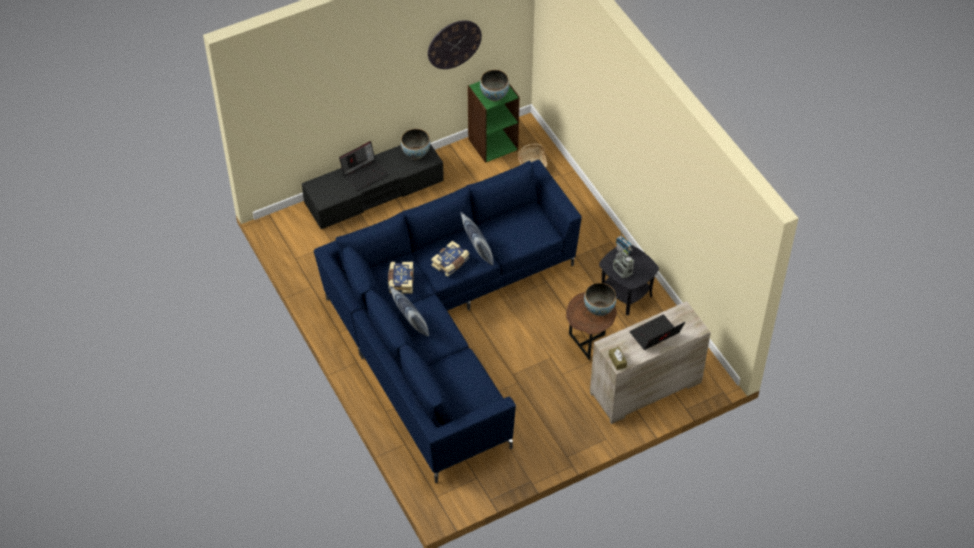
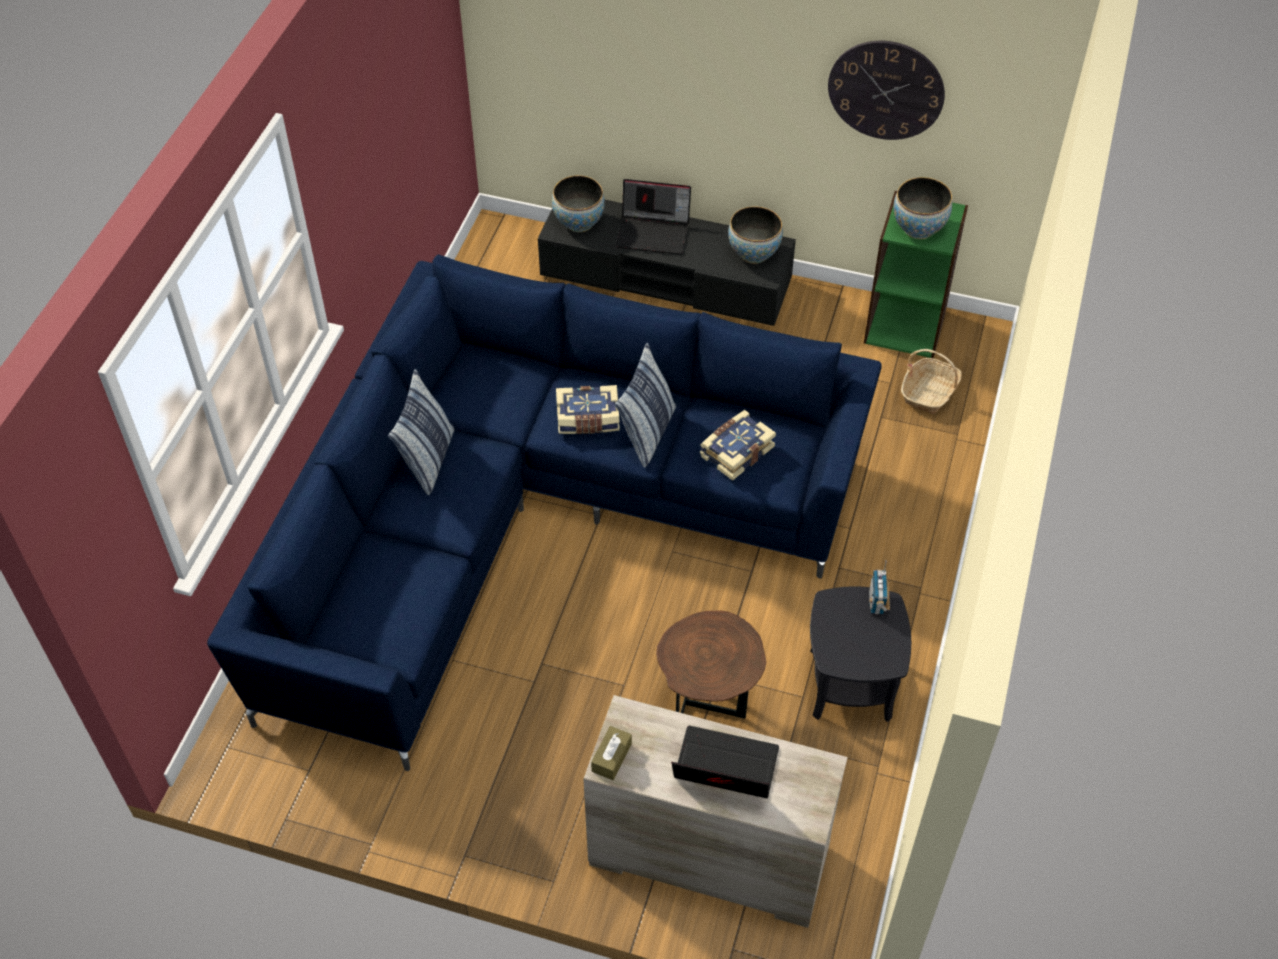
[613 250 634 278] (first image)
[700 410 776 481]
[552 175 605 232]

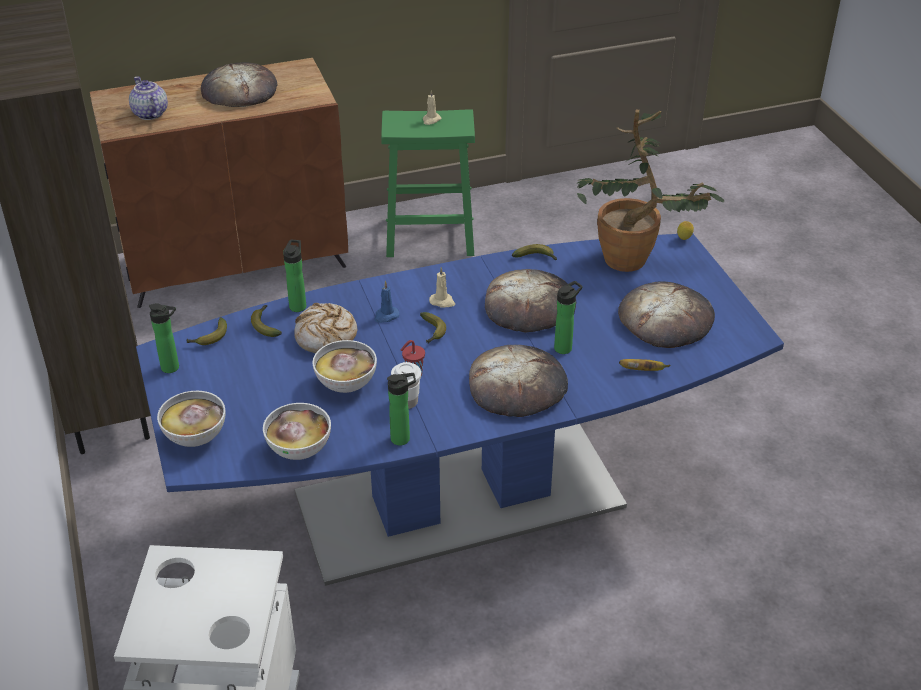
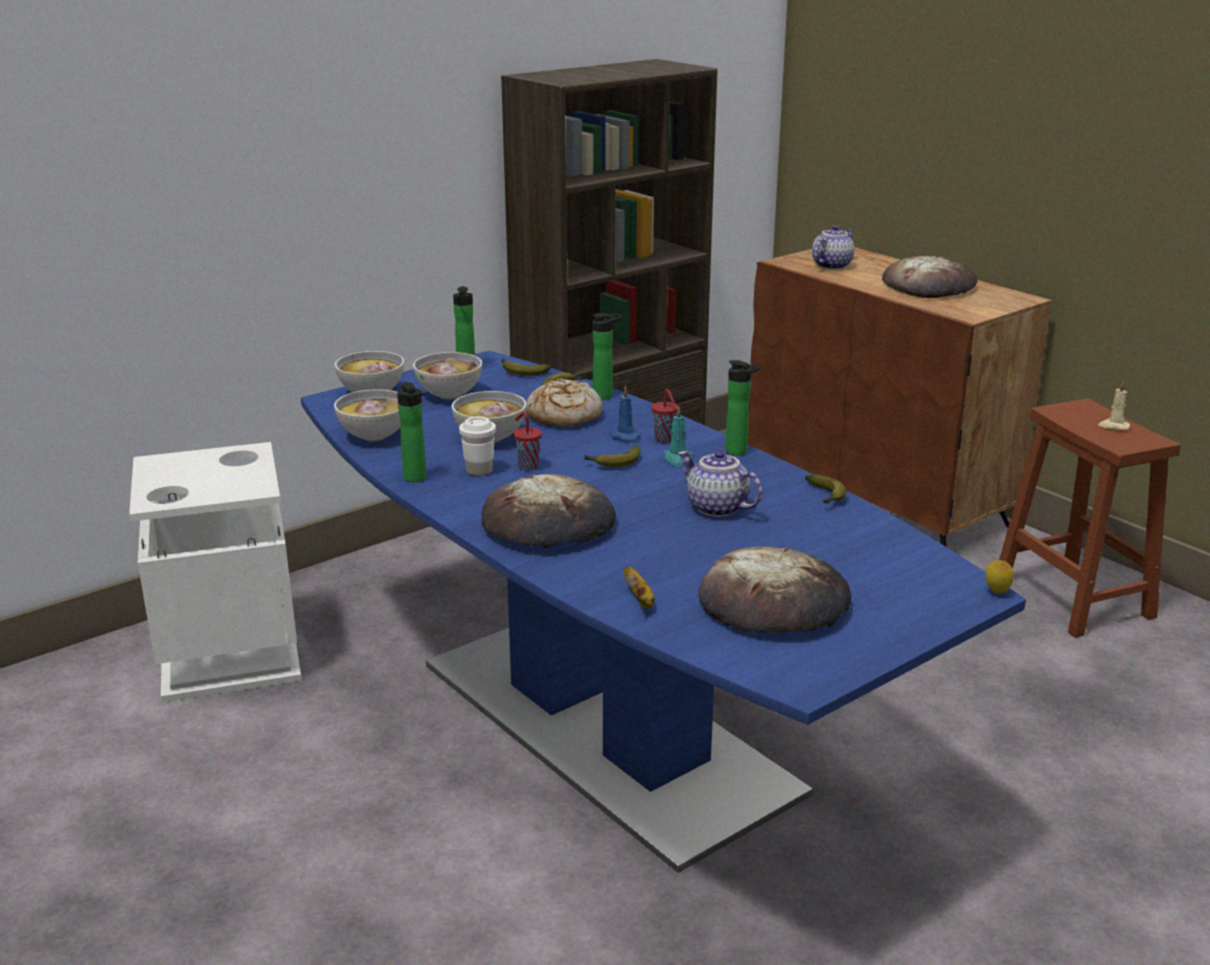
[999 399 1181 638]
[577 109 724 272] (first image)
[663 407 692 466]
[678 450 763 517]
[725 360 761 456]
[413 352 482 400]
[651 389 678 443]

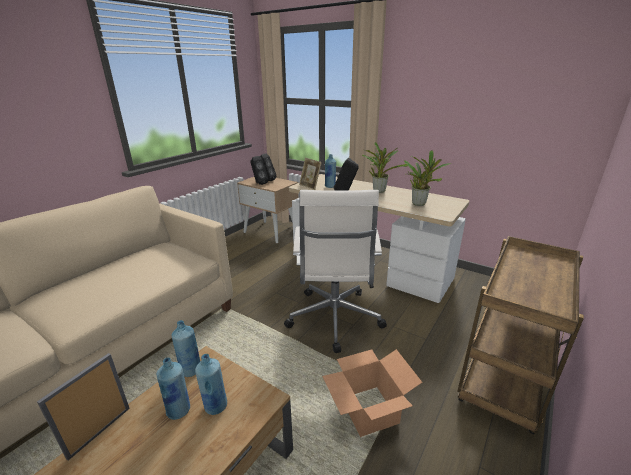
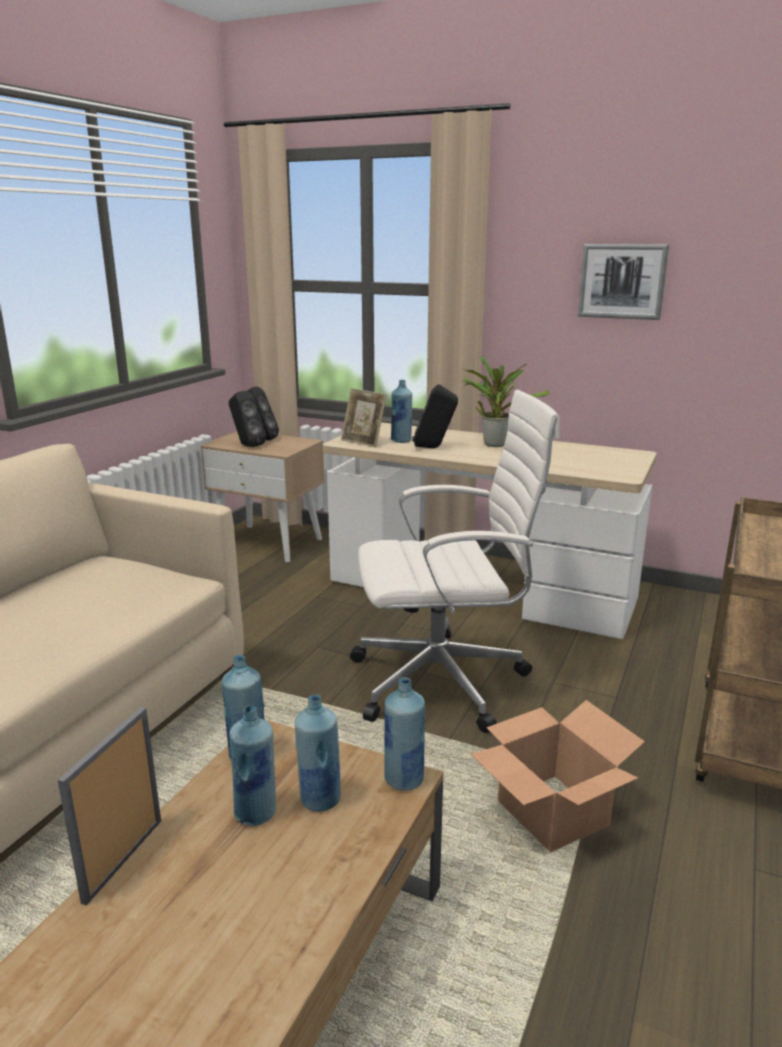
[404 150 451 206] (first image)
[350 390 560 733]
[578 244 669 320]
[384 678 425 791]

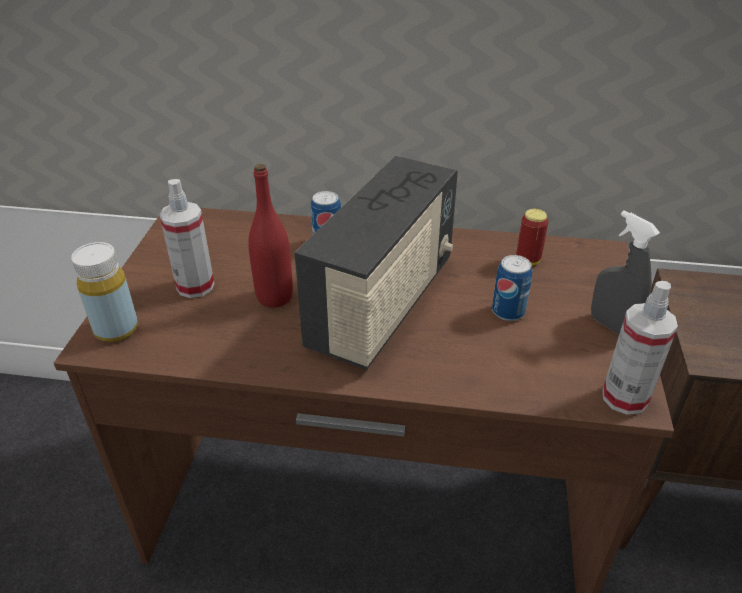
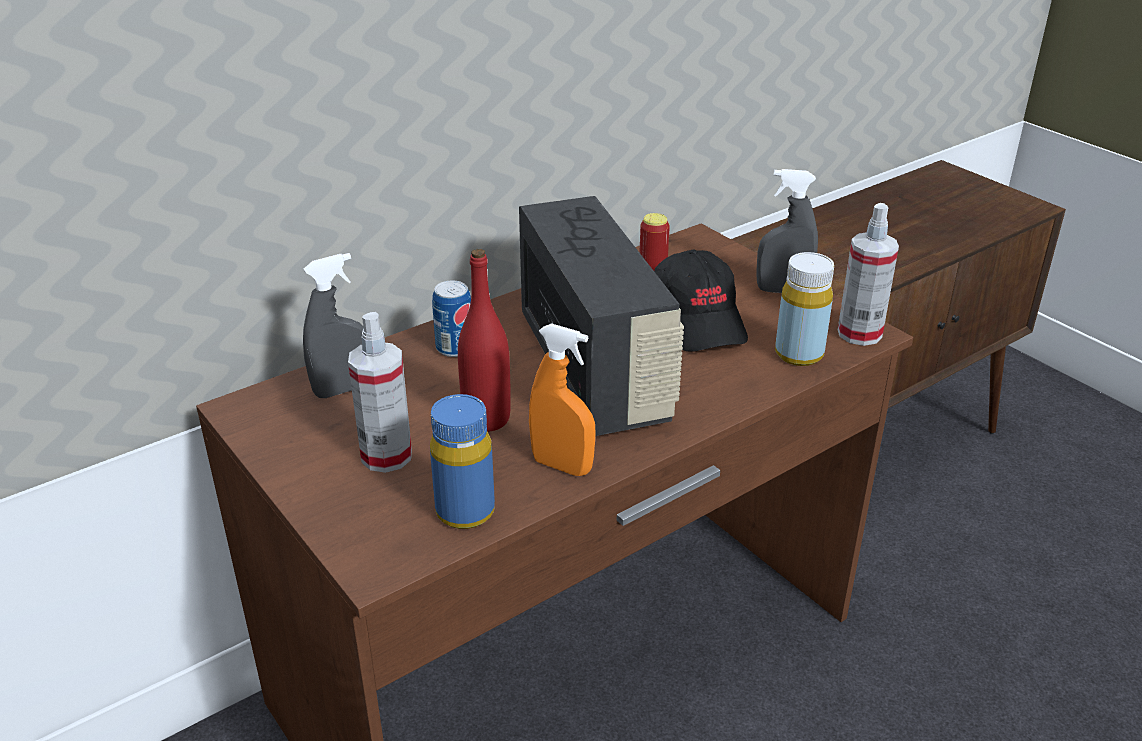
[775 252 834 366]
[654 250 748 352]
[303 253 363 398]
[529 323 595 476]
[430 394 495 529]

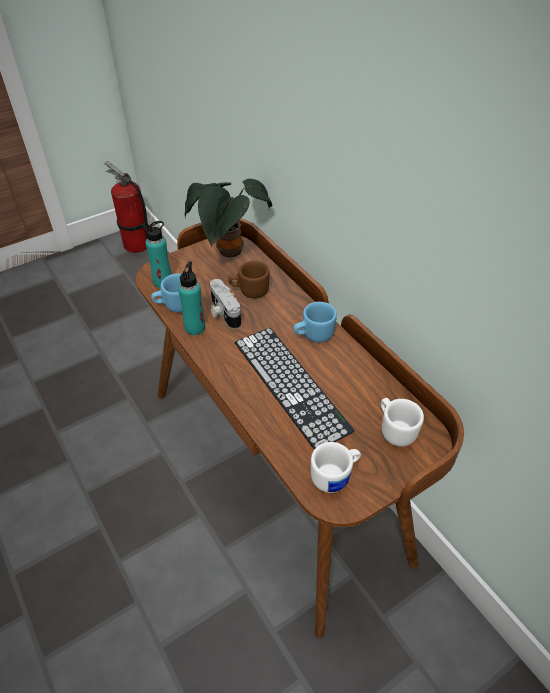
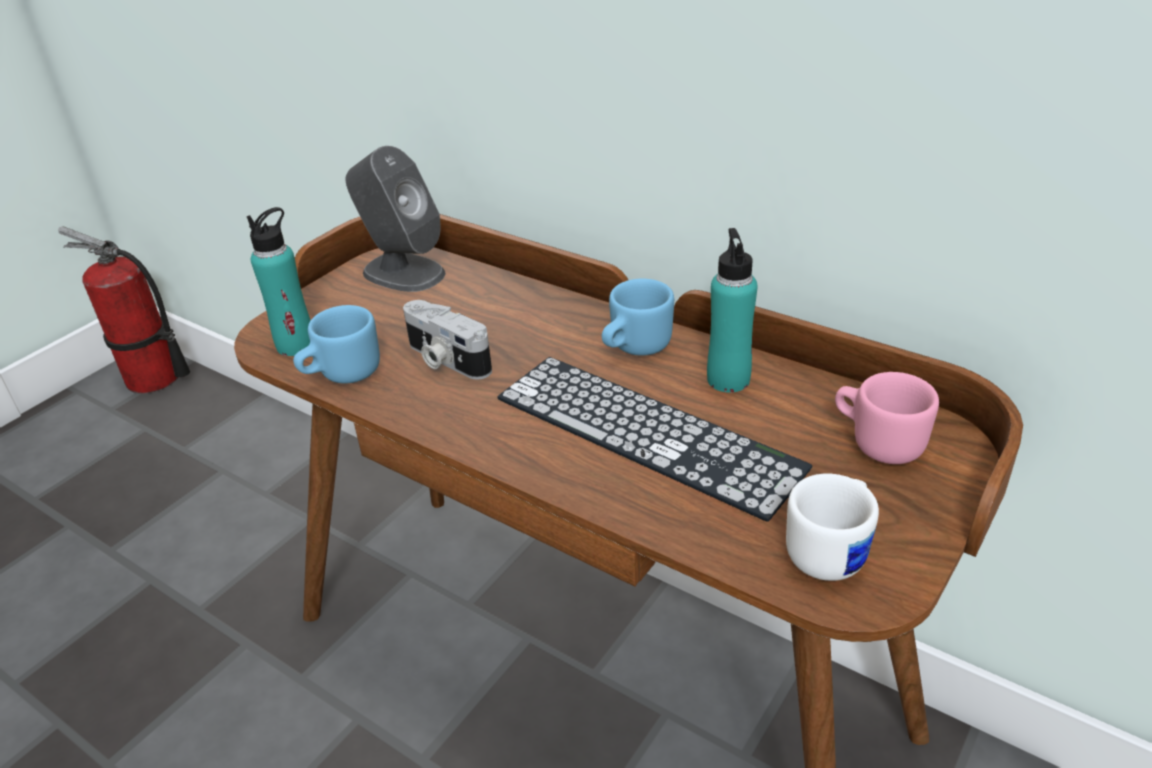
[346 146 446 292]
[228 260 270 298] (first image)
[707 228 758 392]
[835 372 939 464]

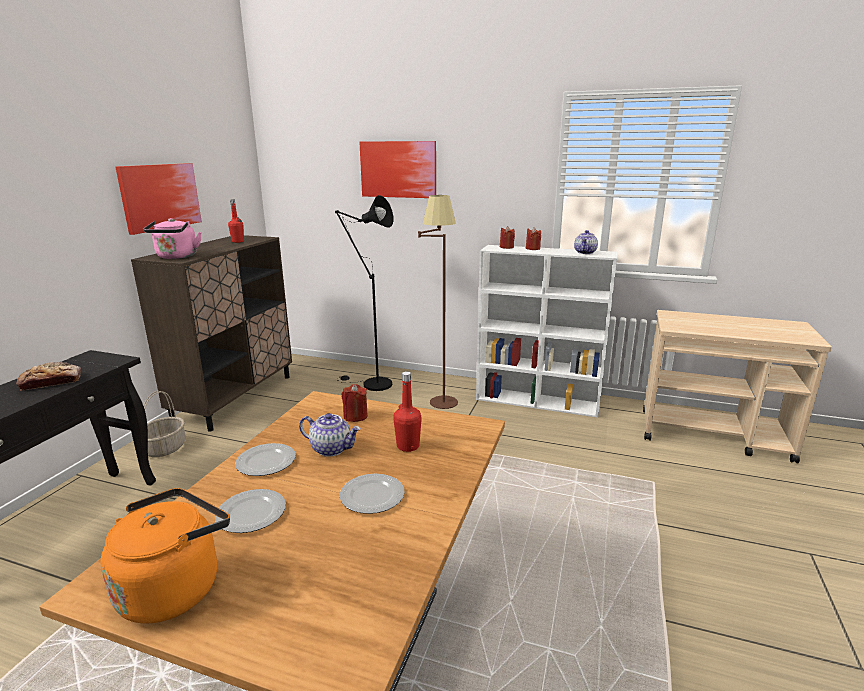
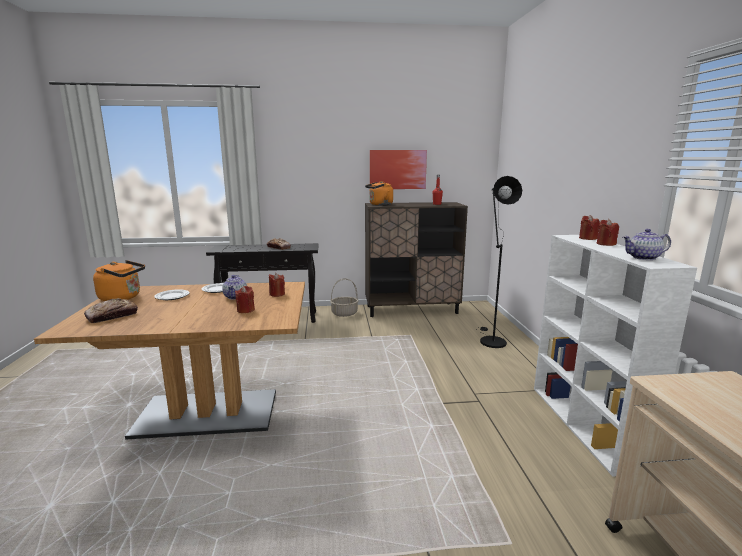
[359 141 436 198] (first image)
[418 195 458 409] (first image)
[365 181 393 206]
[235 286 255 313]
[340 474 405 514] (first image)
[84 298 138 323]

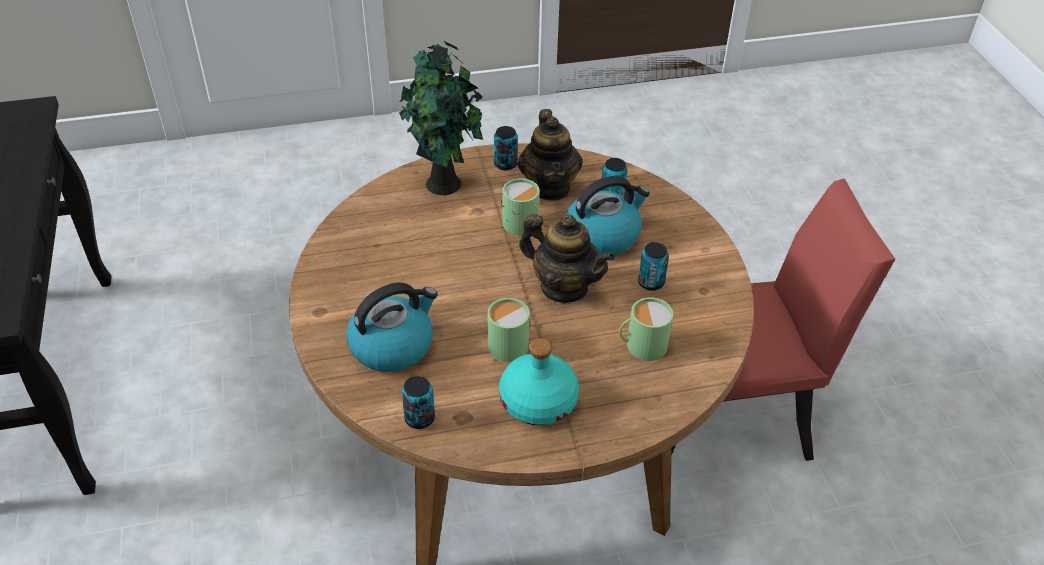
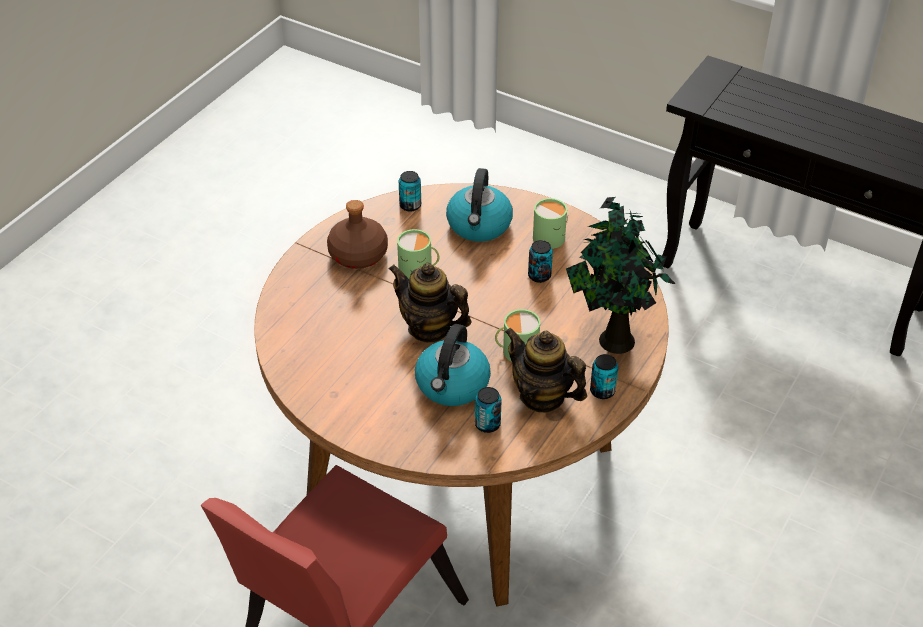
[389 263 472 343]
[528 240 553 283]
[533 198 568 249]
[327 200 388 269]

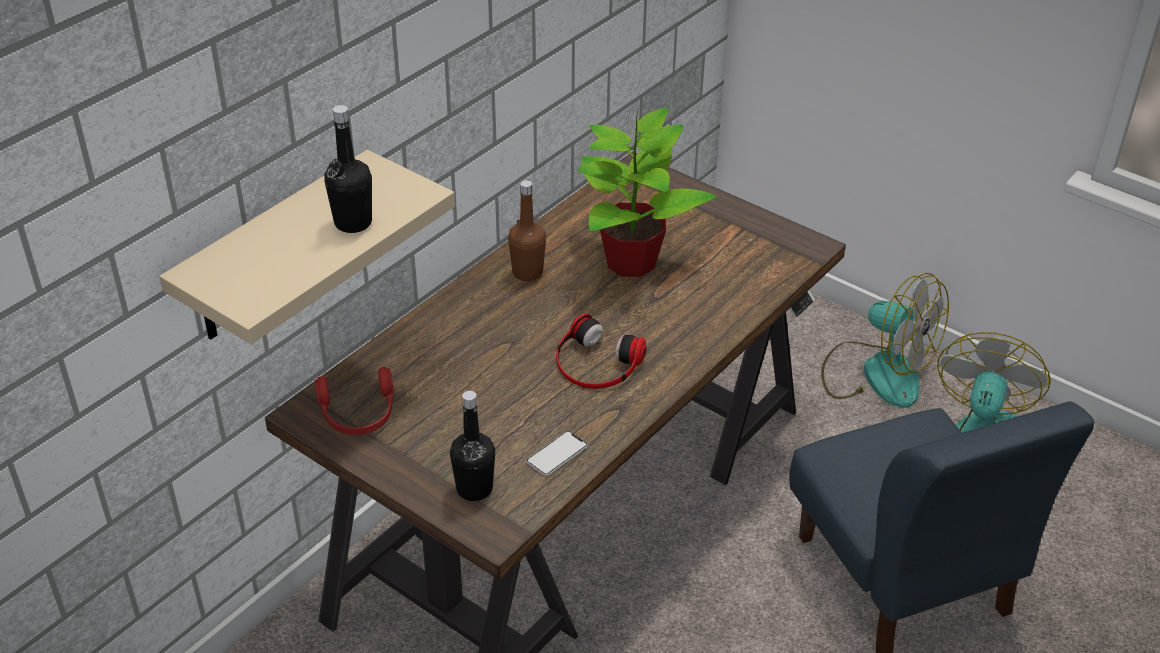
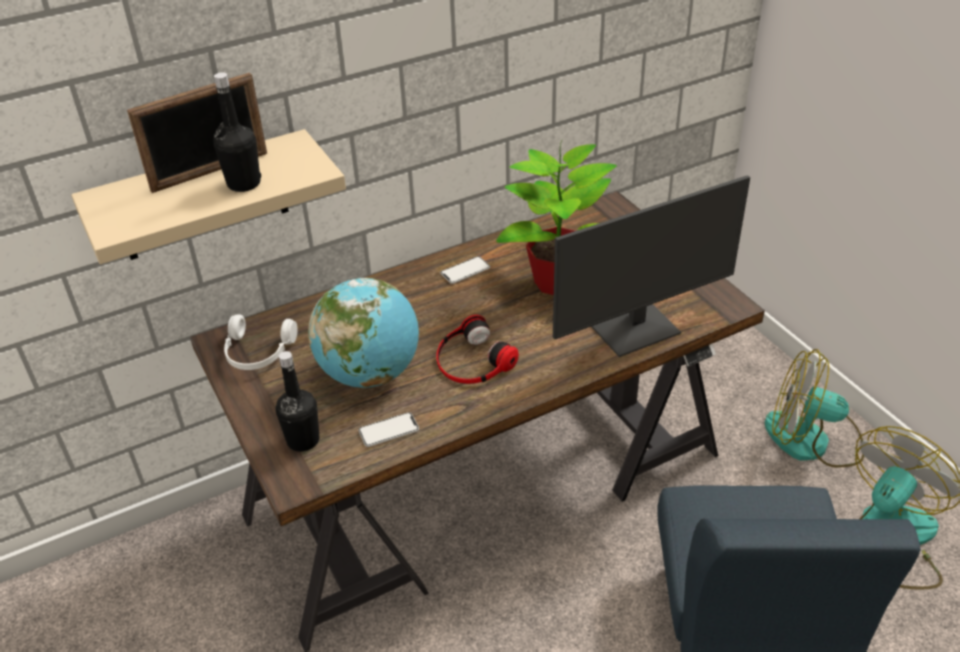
[440 256 490 284]
[765 349 864 468]
[224 314 298 370]
[127 73 267 193]
[553 175 750 357]
[308 278 419 388]

